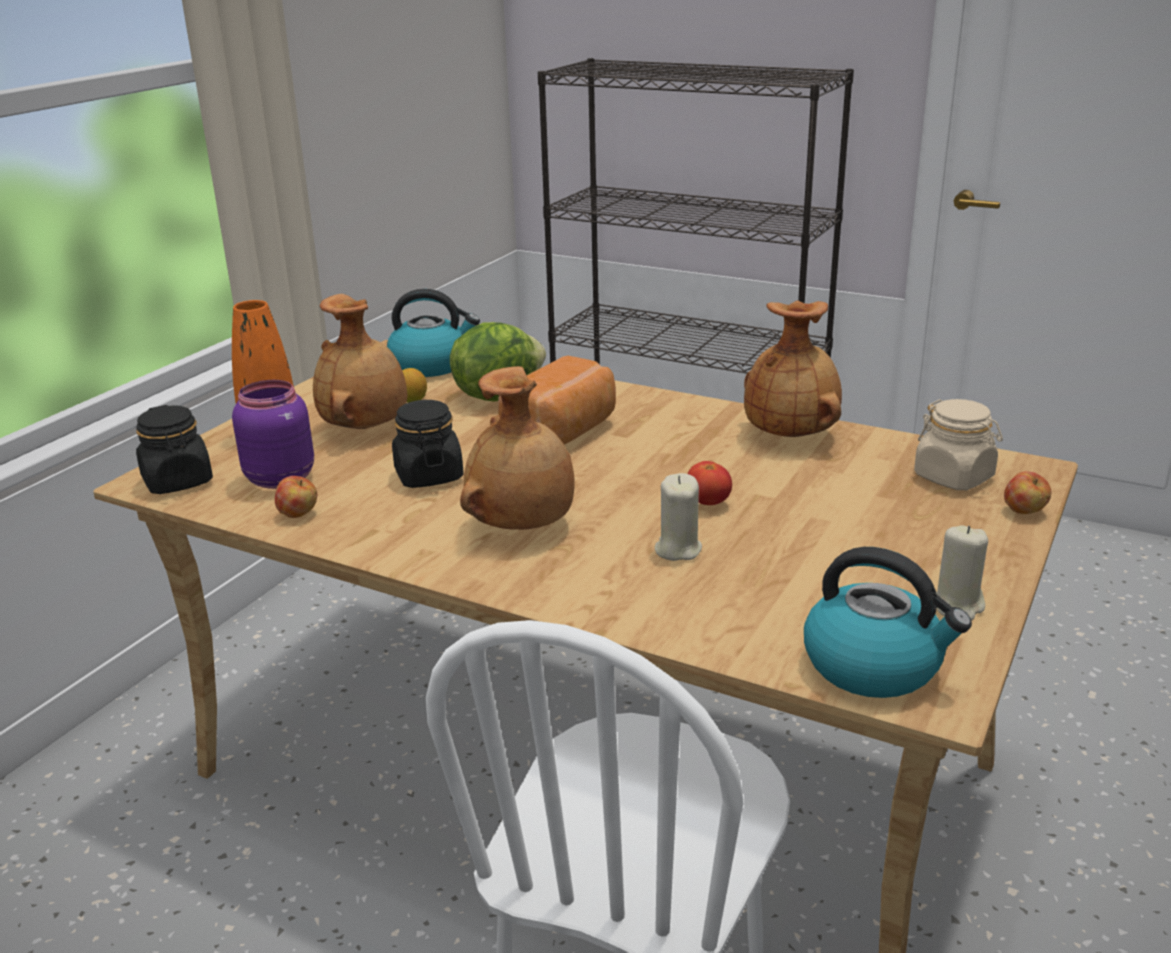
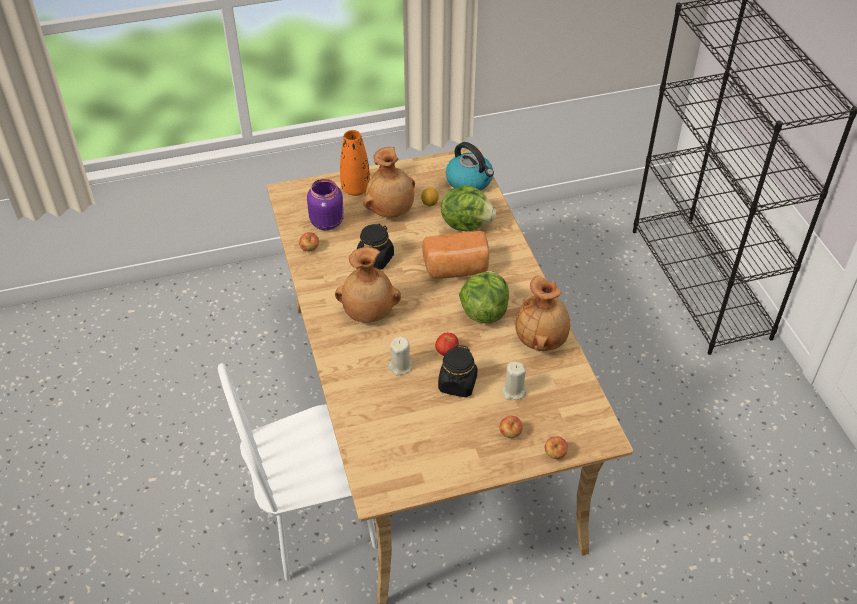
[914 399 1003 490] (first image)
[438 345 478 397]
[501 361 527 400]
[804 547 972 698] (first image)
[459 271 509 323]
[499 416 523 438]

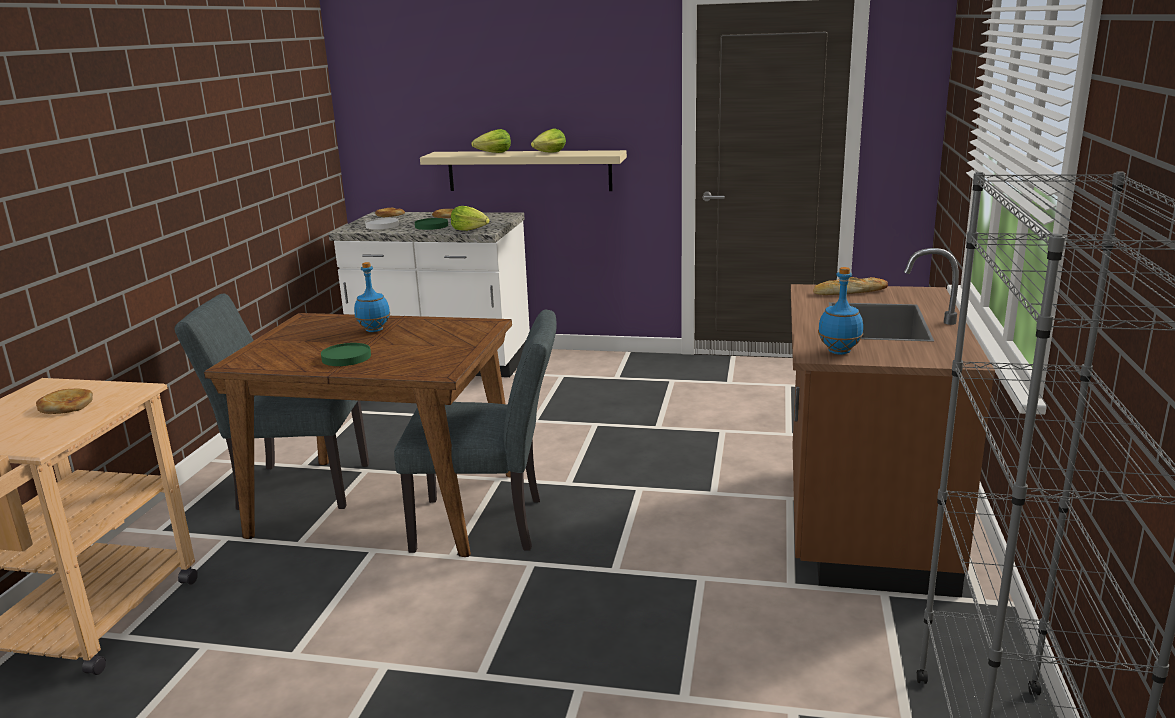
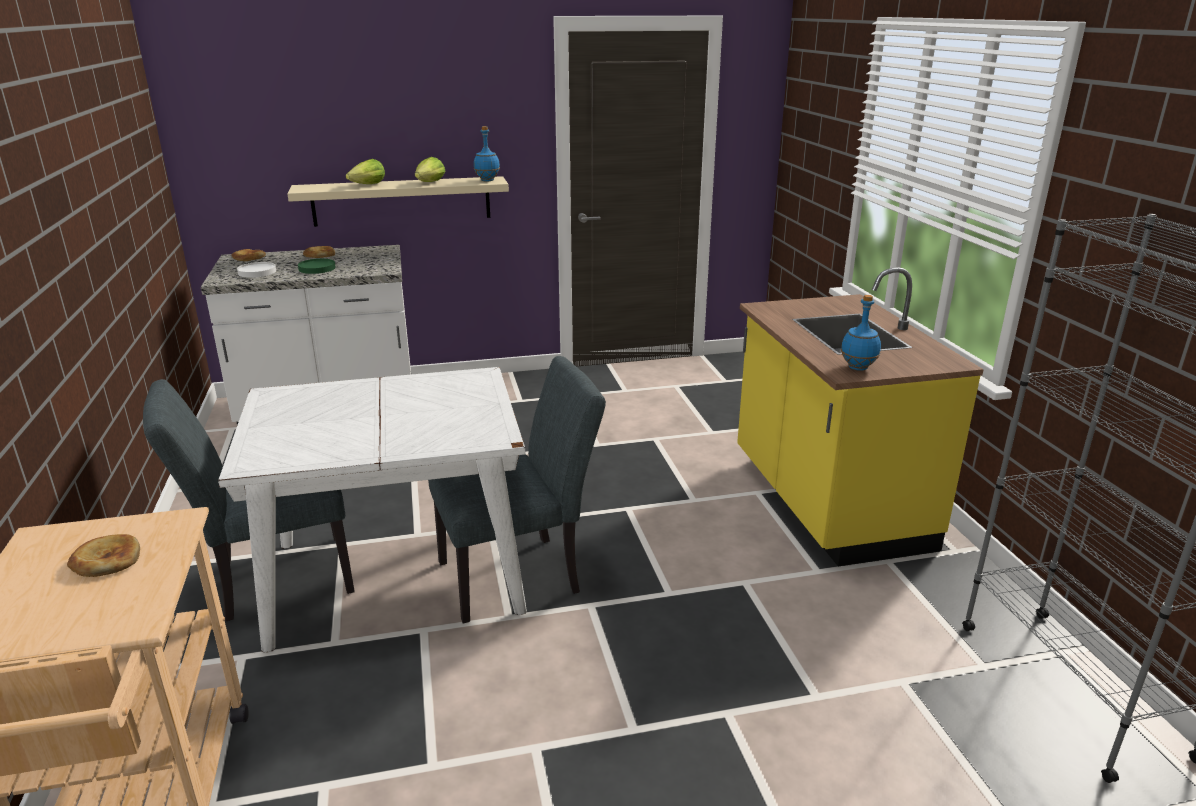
[451 206 490 231] (first image)
[737 267 984 566]
[474 126 500 182]
[813 277 888 295] (first image)
[218 367 527 652]
[321 343 371 366] (first image)

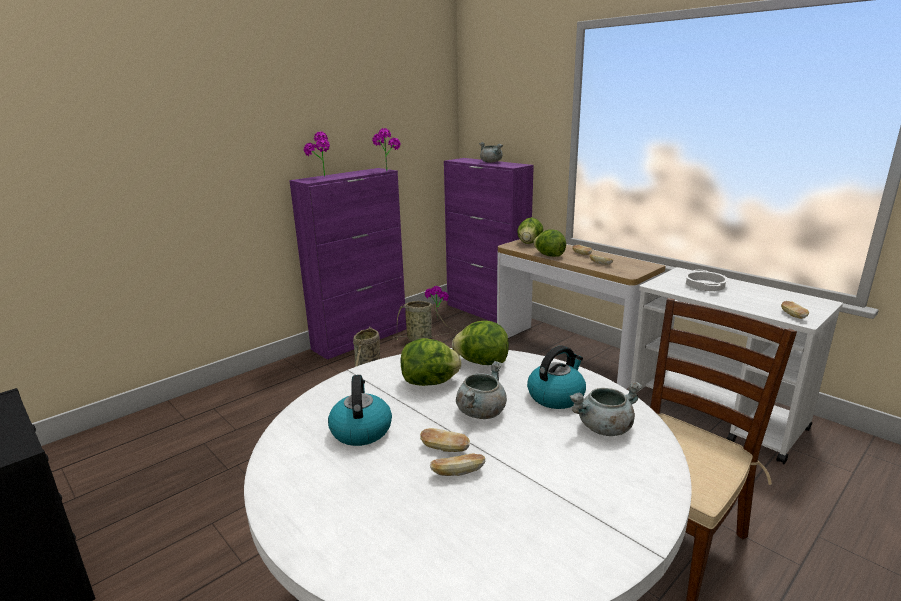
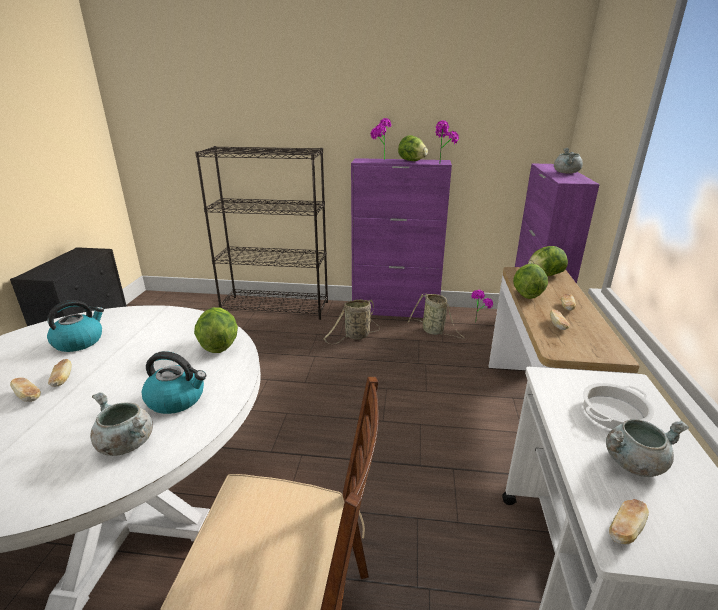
[398 135 428 161]
[606 419 689 477]
[195 146 328 320]

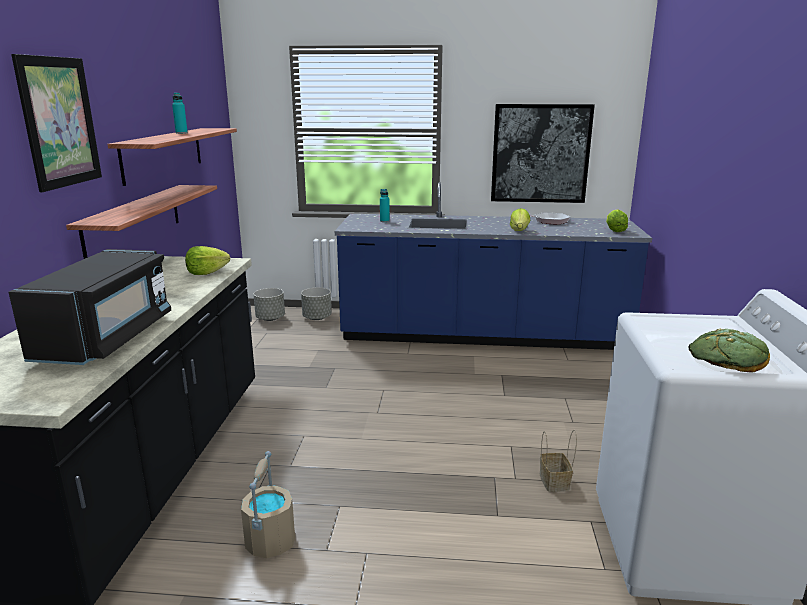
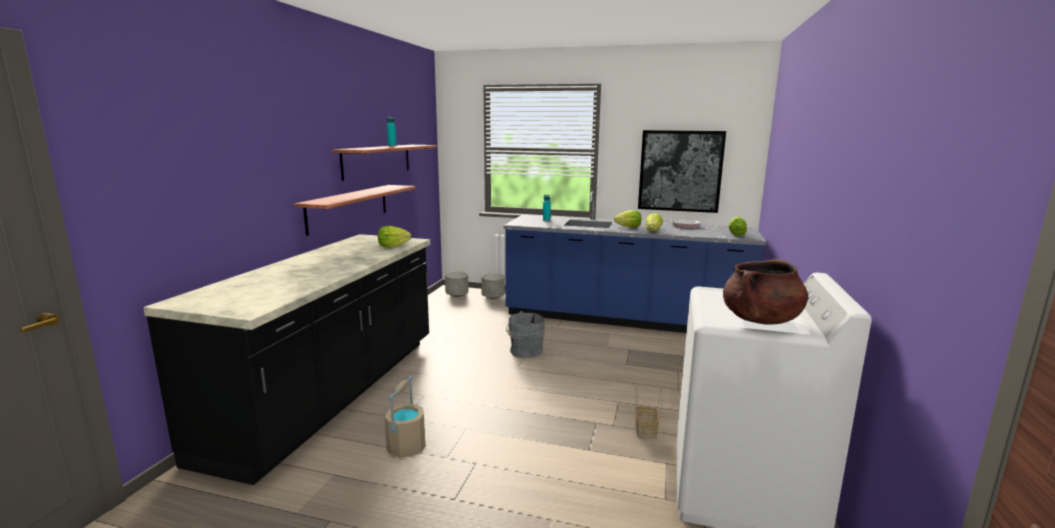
[11 54 102 192] (first image)
[8 249 171 365] (first image)
[723 259 808 325]
[614 210 641 228]
[506 311 545 358]

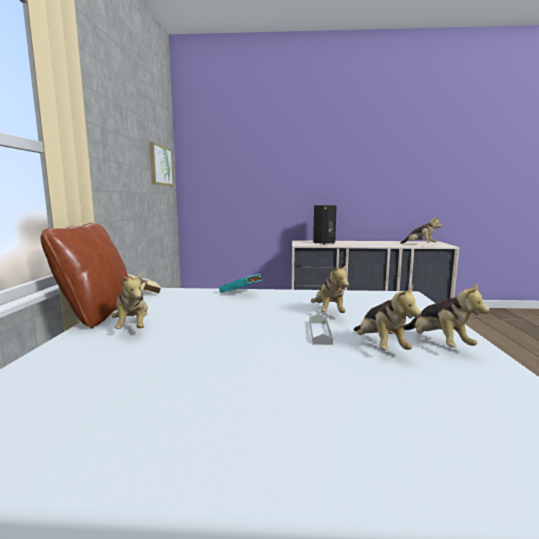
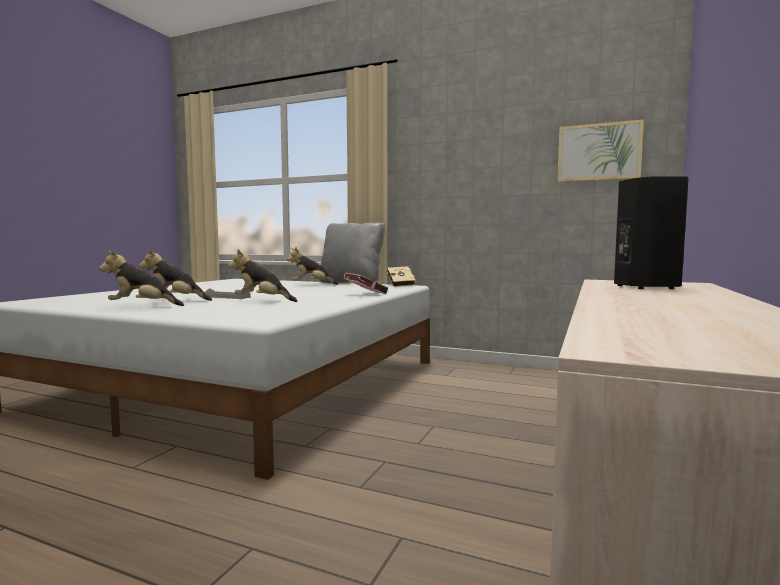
[400 216 442 244] (first image)
[320 223 385 283]
[342 273 388 294]

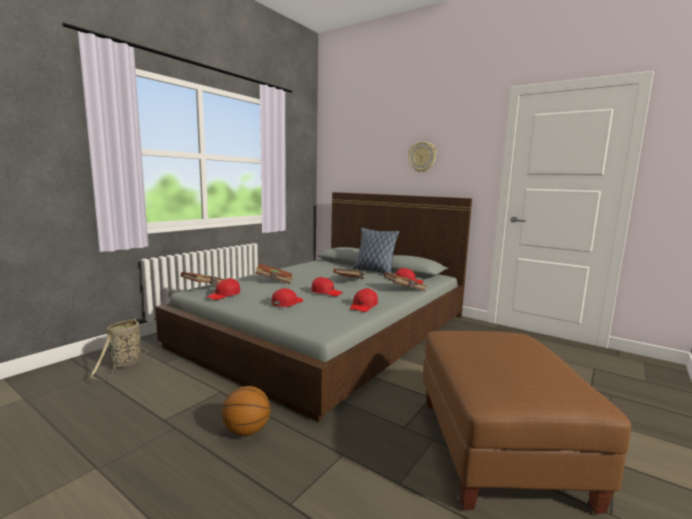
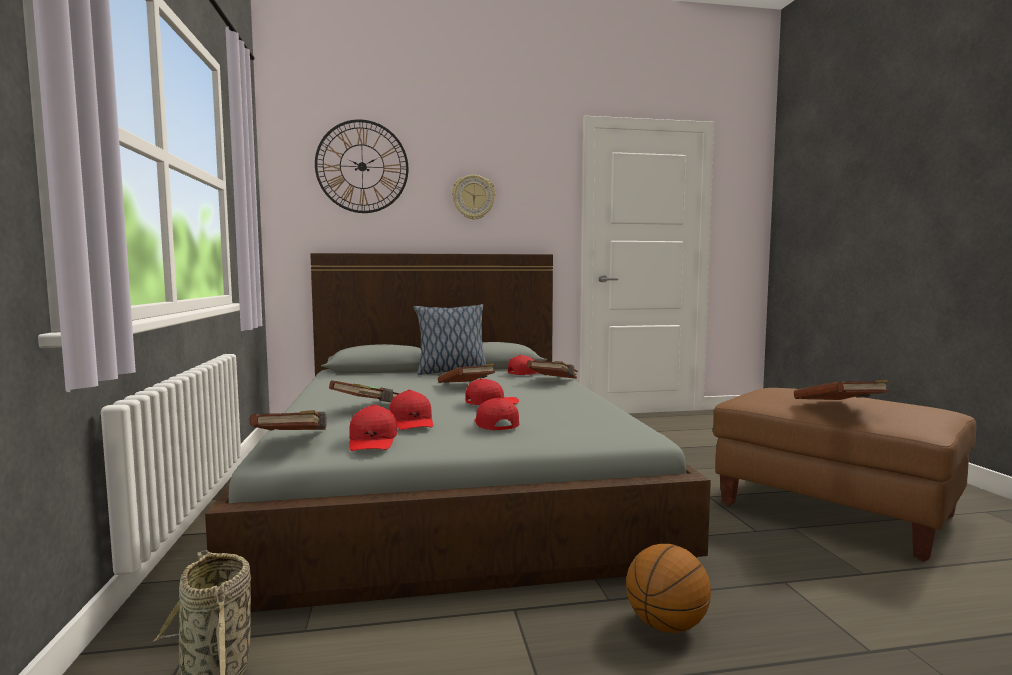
[389 390 433 430]
[315 119 408 213]
[794 380 889 400]

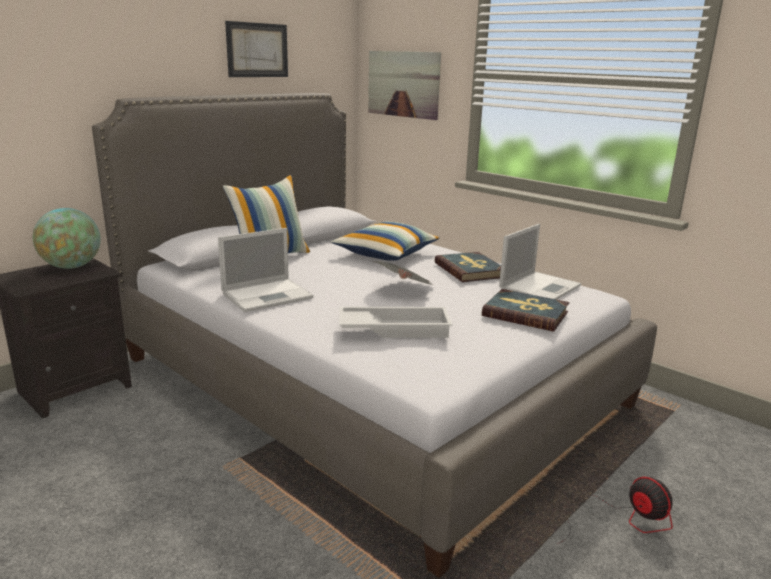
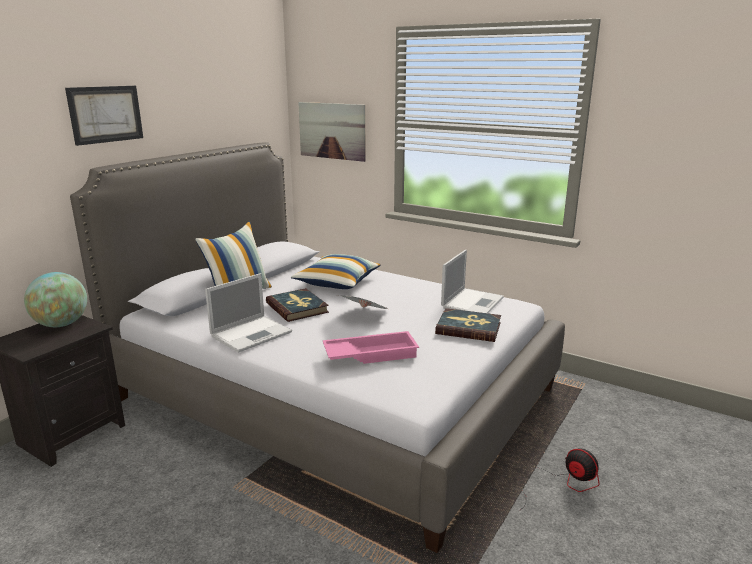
[65 86 143 146]
[266 288 329 322]
[323 331 419 364]

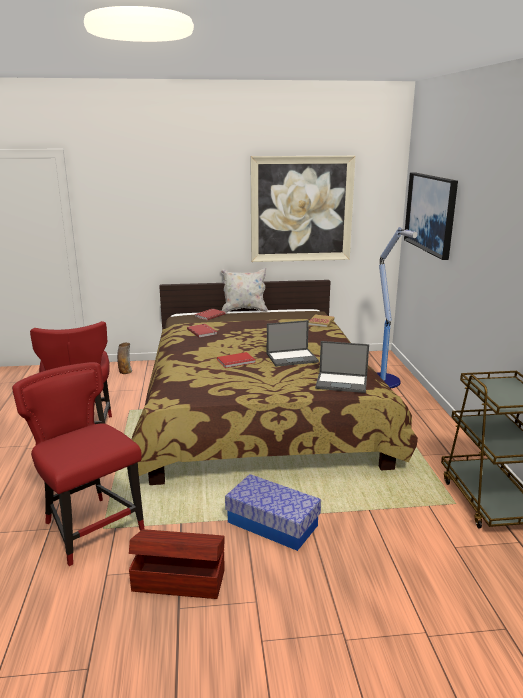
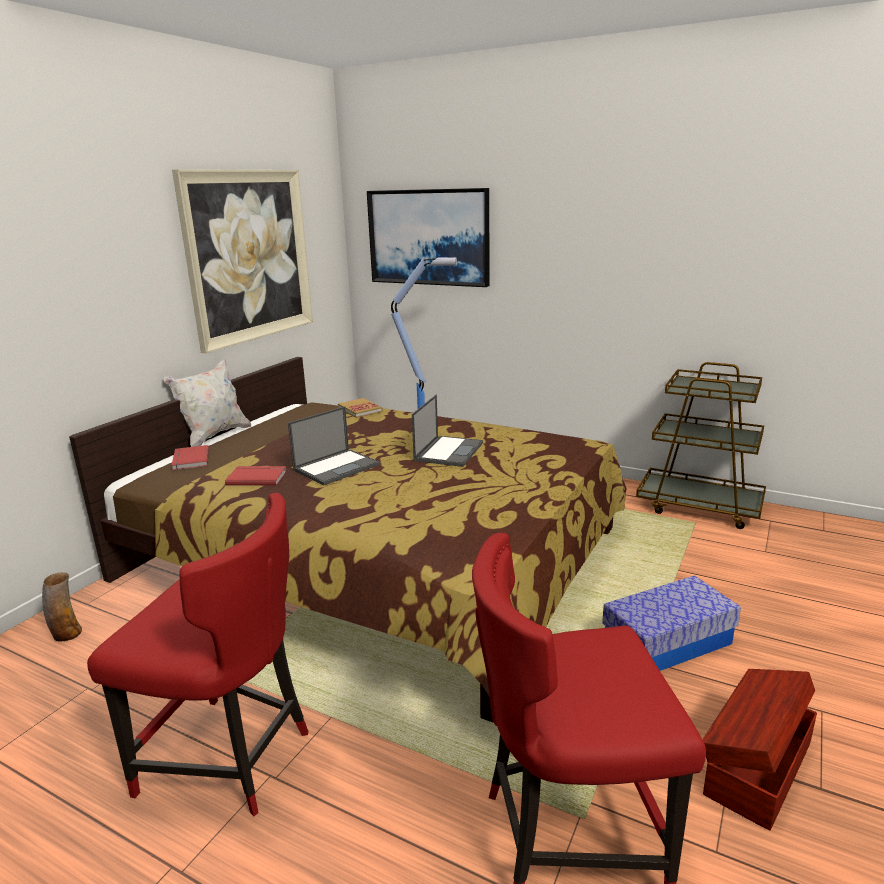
[288 406 380 485]
[217 352 256 368] (first image)

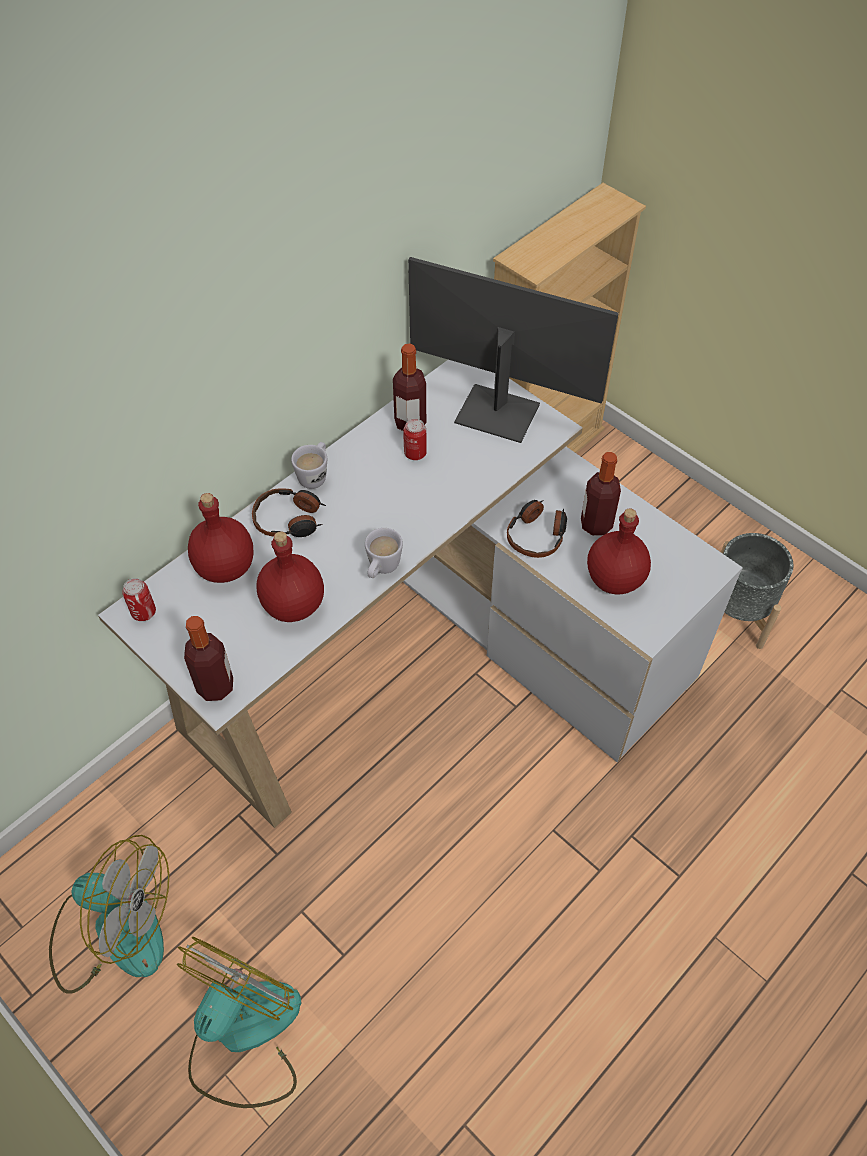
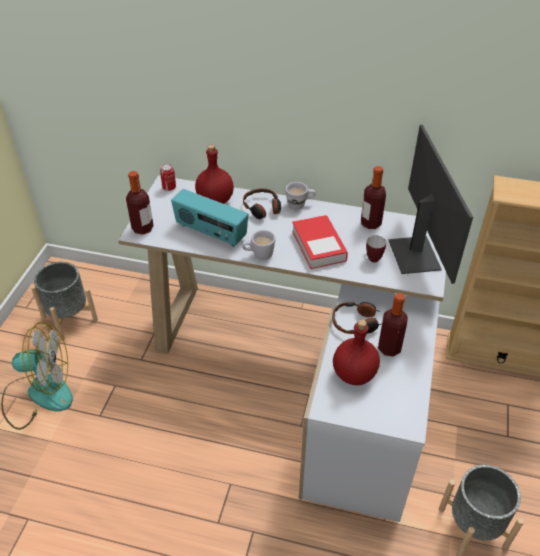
[403 418 427 460] (first image)
[171 189 248 247]
[31 262 98 341]
[292 215 348 269]
[366 236 386 263]

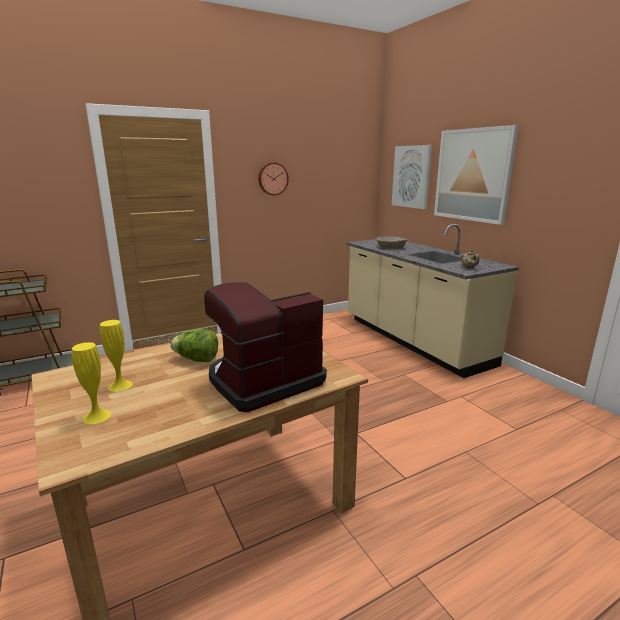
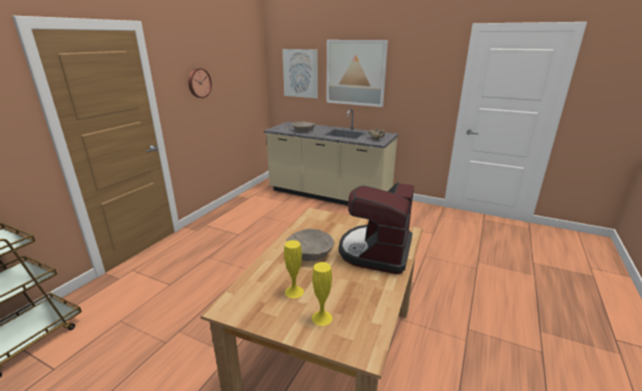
[286 229 334 261]

